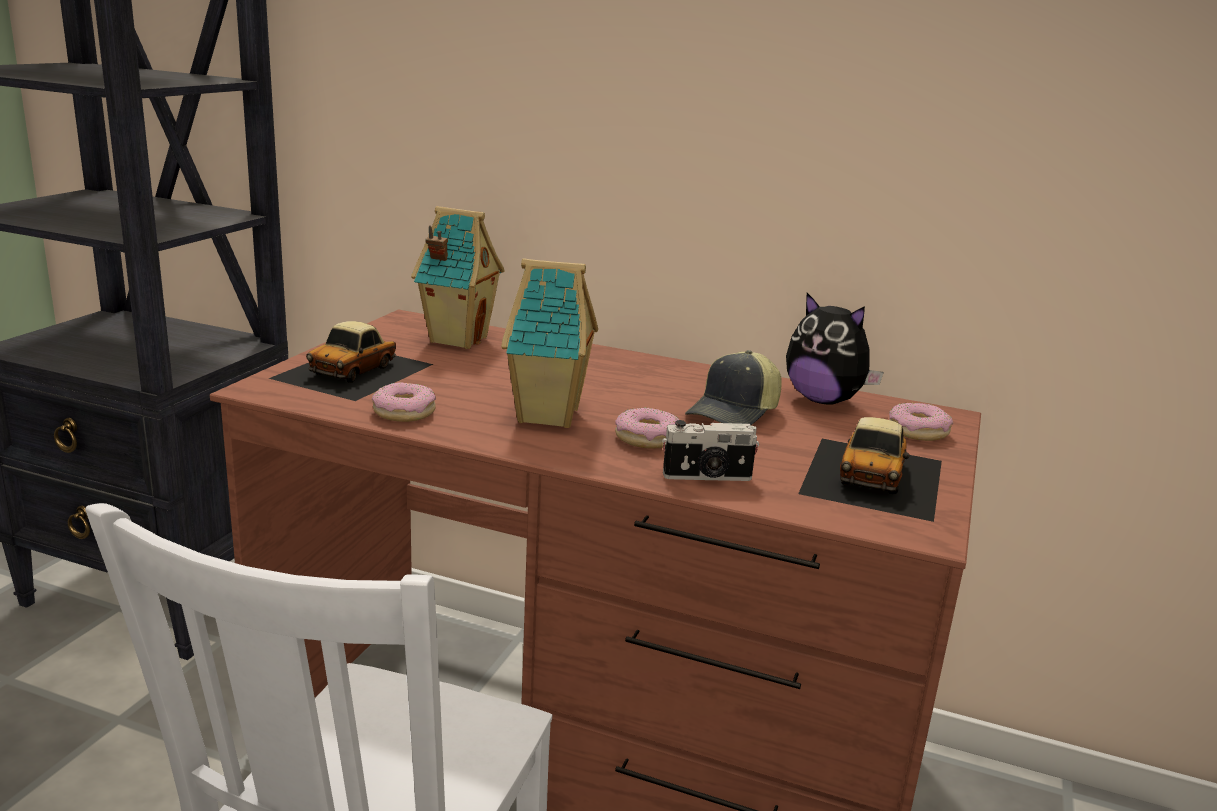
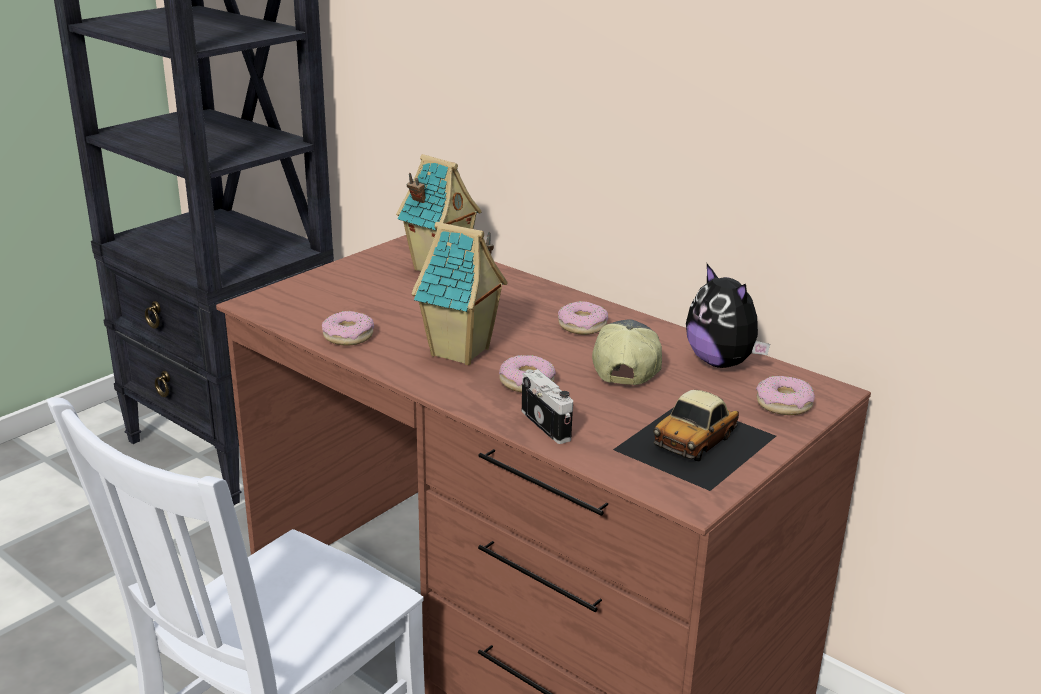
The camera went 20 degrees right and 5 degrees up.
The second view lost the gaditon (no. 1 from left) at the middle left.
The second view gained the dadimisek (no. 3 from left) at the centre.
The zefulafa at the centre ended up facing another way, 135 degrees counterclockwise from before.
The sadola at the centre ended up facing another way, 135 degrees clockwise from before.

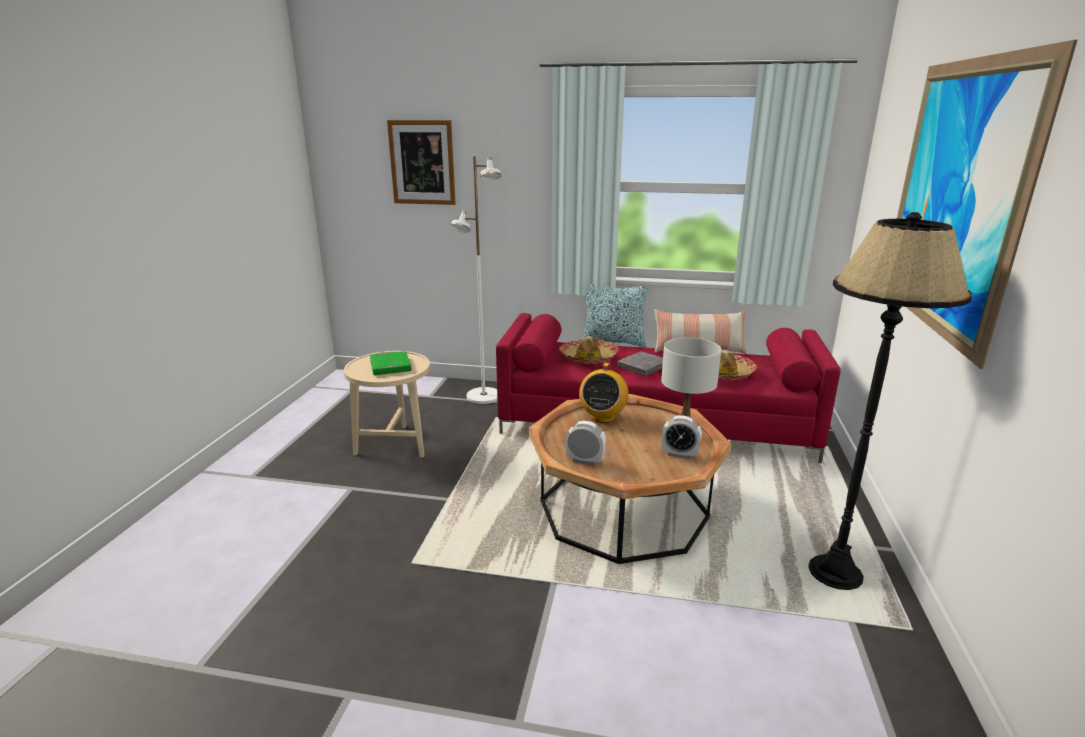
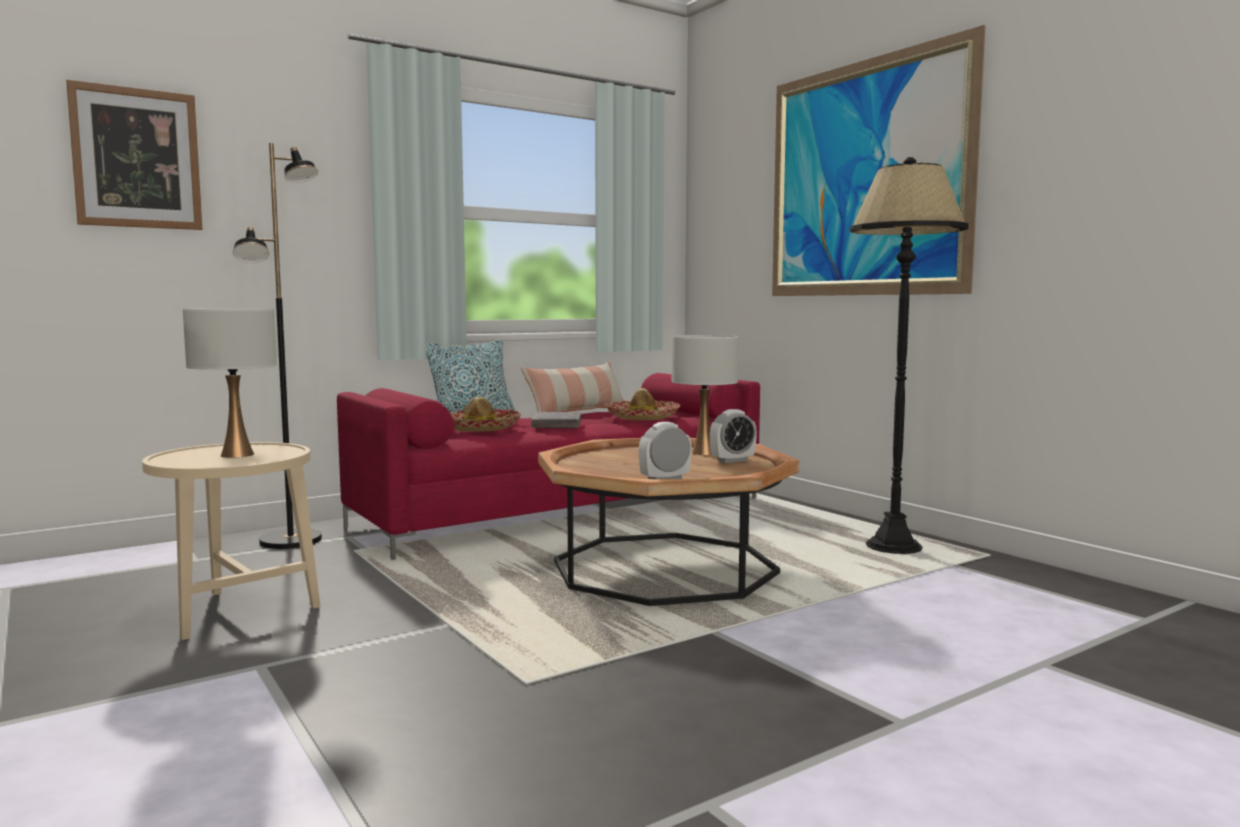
The camera went 45 degrees left and 15 degrees down.
The second view lost the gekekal at the centre.
Where the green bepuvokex stood at the centre, the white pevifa (no. 1 from left) came to stand at the middle left.
What was the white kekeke at the centre turned into the black kekeke (no. 1 from left) at the middle left.

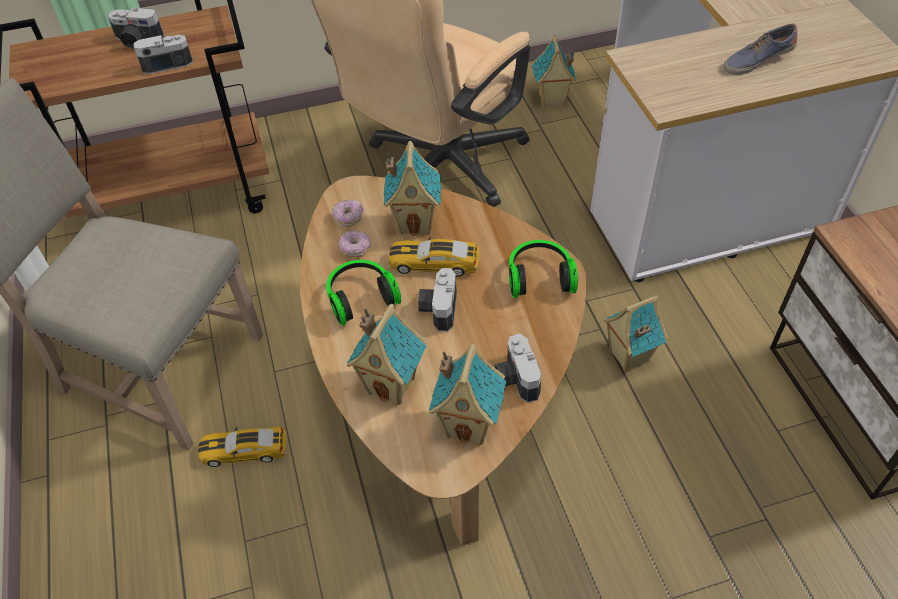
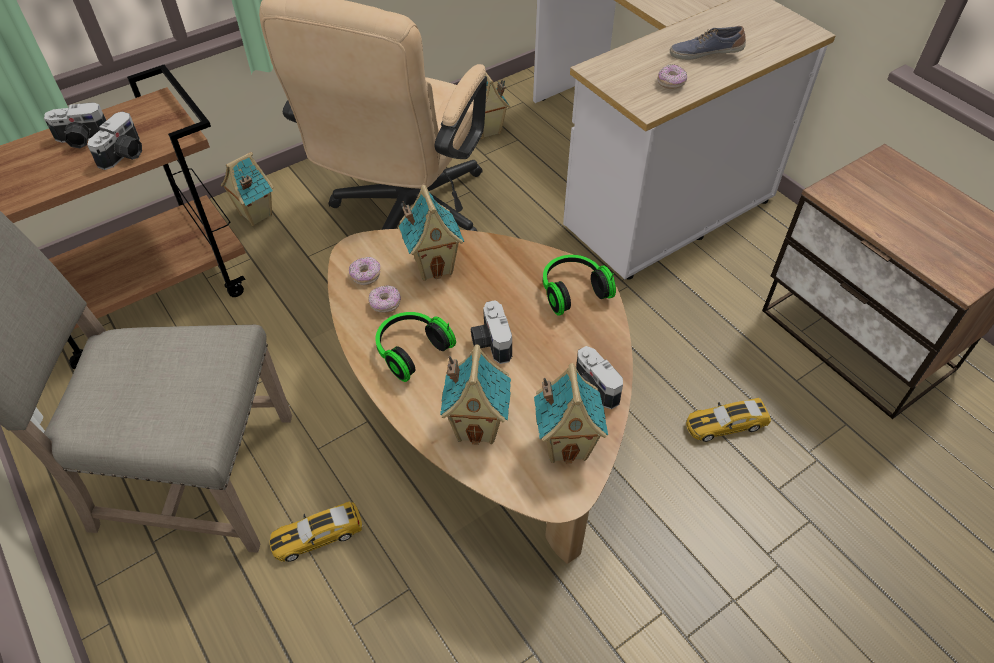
The camera went 20 degrees left and 0 degrees up.
The second view gained the dadimisek (no. 3 from left) at the top right.
The gaditon (no. 2 from left) ended up elsewhere, having gone from the centre to the middle right.
The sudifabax (no. 5 from left in the first image) ended up elsewhere, having gone from the middle right to the top left.
The zefulafa (no. 2 from left) at the top left ended up facing another way, 150 degrees clockwise from before.
The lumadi at the top right ended up facing another way, 45 degrees clockwise from before.

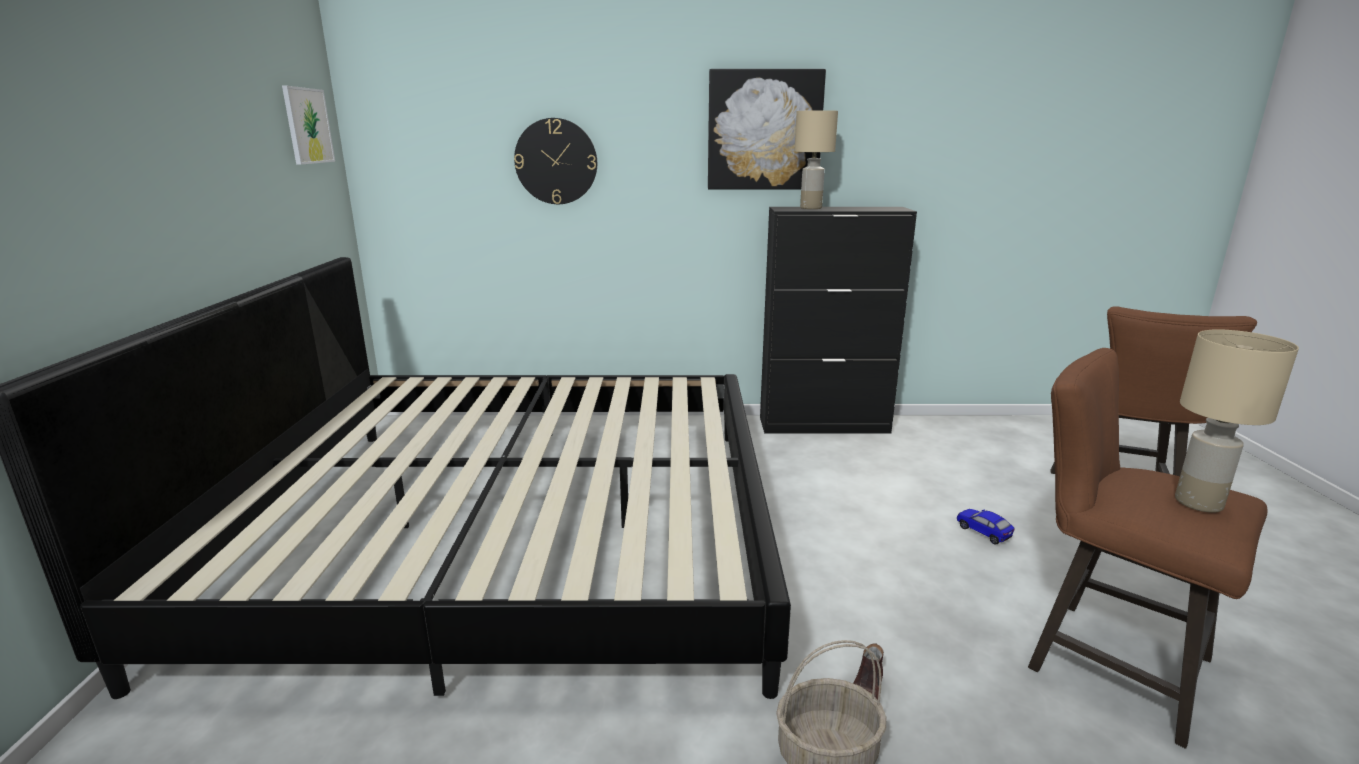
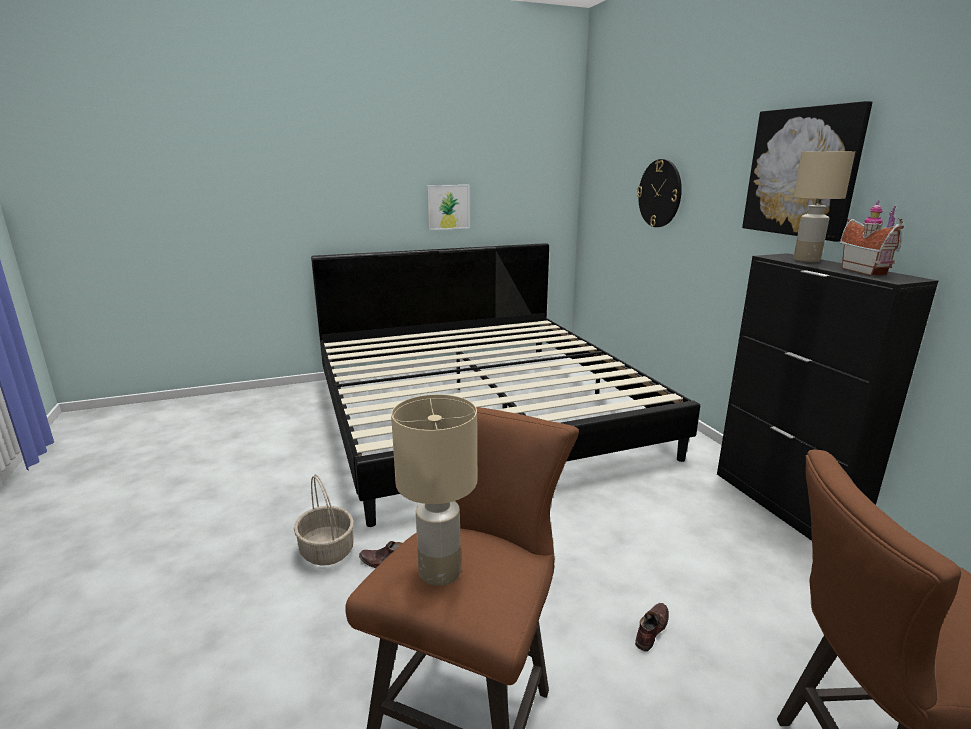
The camera went 70 degrees right and 0 degrees up.
The second view gained the sudifabax at the top right.
The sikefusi (no. 1 from left) ended up elsewhere, having gone from the top left to the top centre.
Where the gaditon stood at the bottom right, the brown lumadi (no. 2 from left) came to stand at the bottom right.

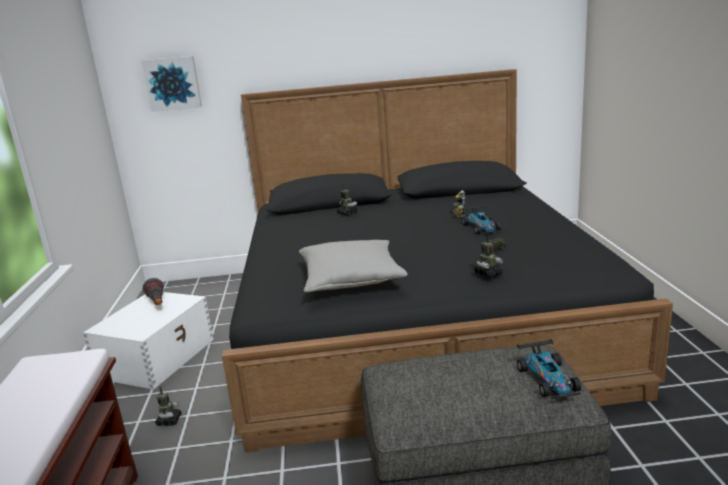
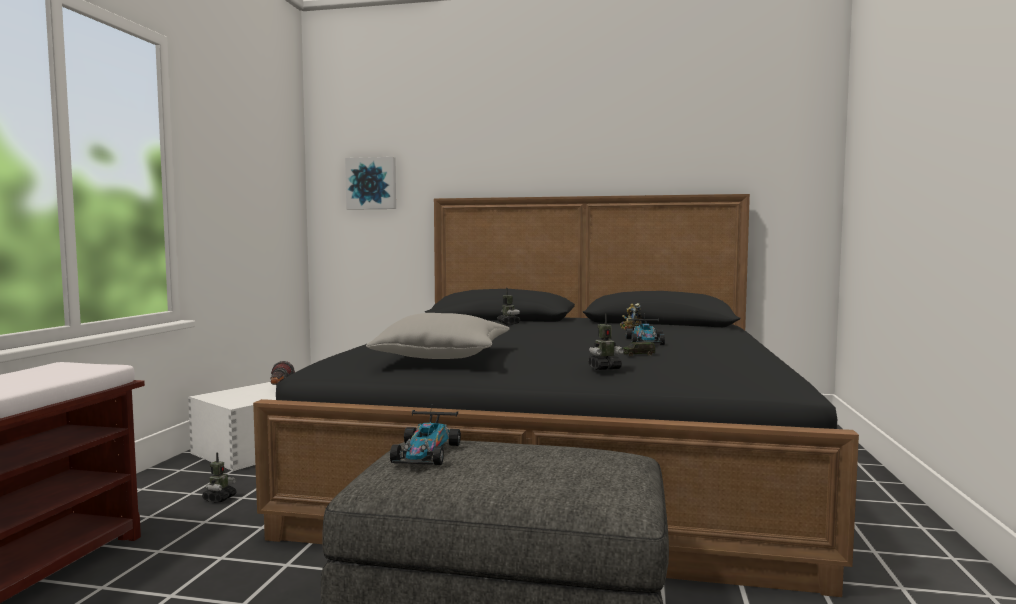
The camera went 15 degrees right and 15 degrees down.
The gaditon (no. 3 from left in the first image) ended up elsewhere, having gone from the bottom right to the bottom centre.

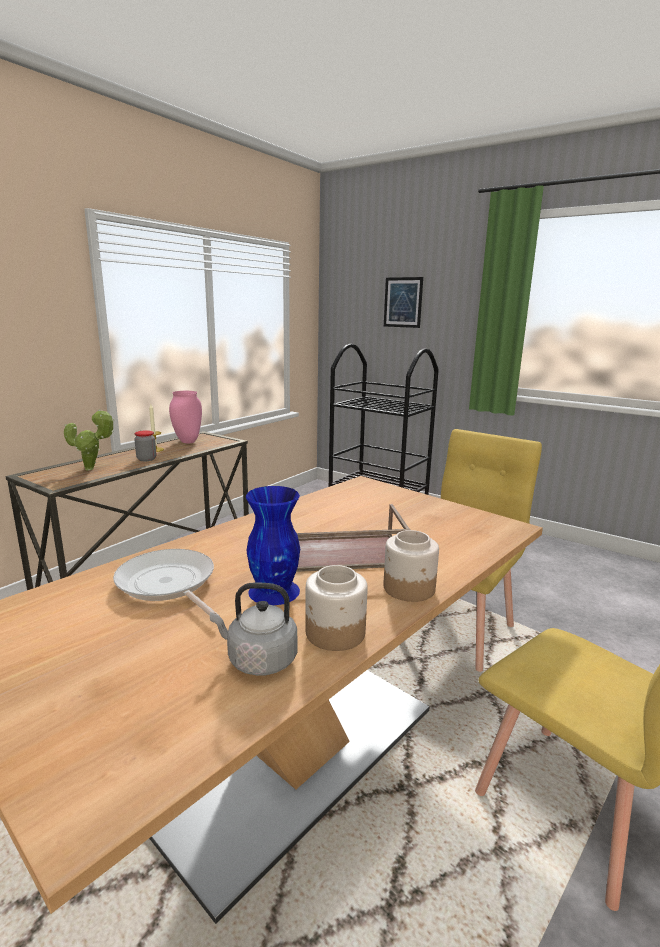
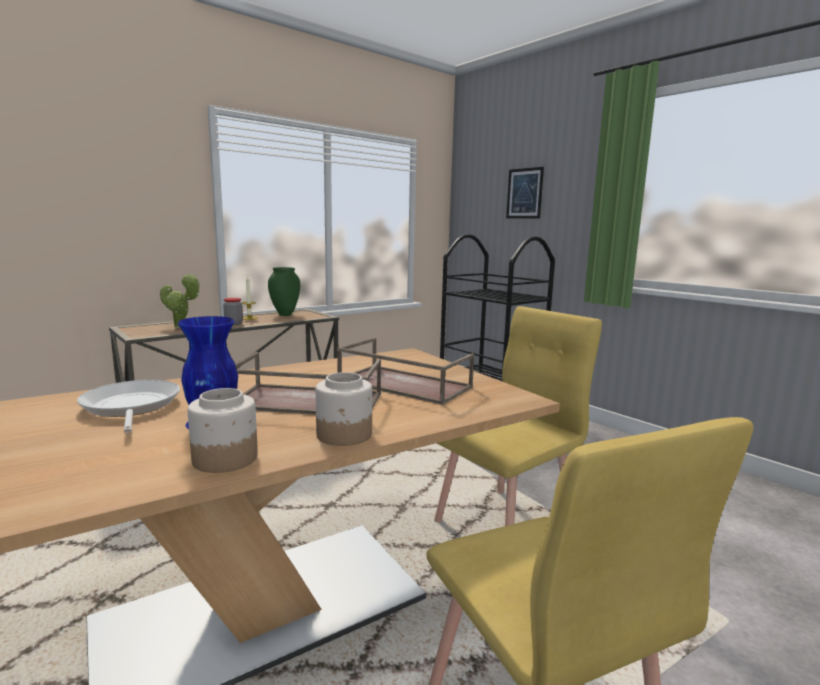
The camera went 15 degrees right and 5 degrees down.
The second view lost the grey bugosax at the centre.
The second view gained the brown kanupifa (no. 2 from left) at the centre.
What was the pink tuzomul at the middle left turned into the green tuzomul at the centre.

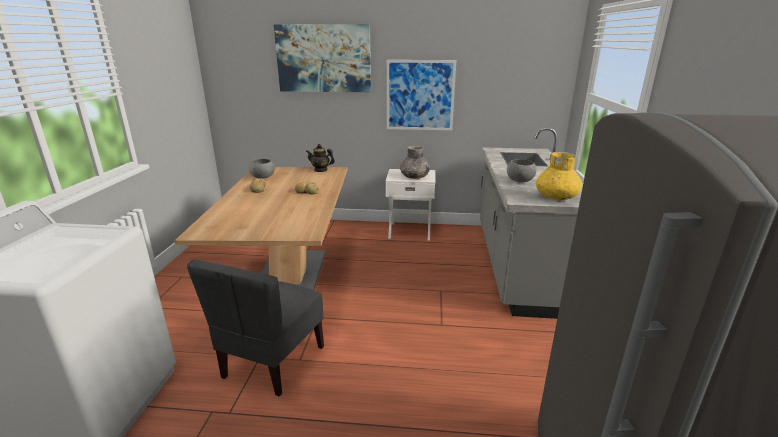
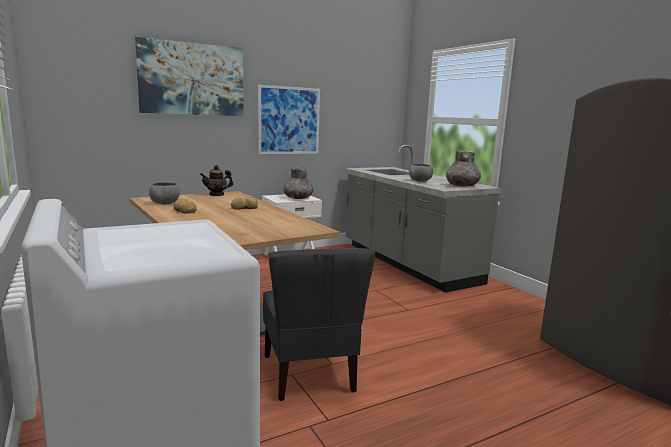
The camera went 35 degrees left and 10 degrees down.
What was the yellow tuzomul at the middle right turned into the grey tuzomul (no. 2 from left) at the middle right.

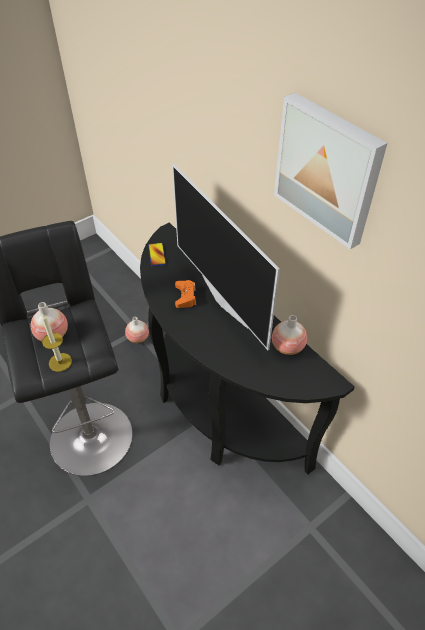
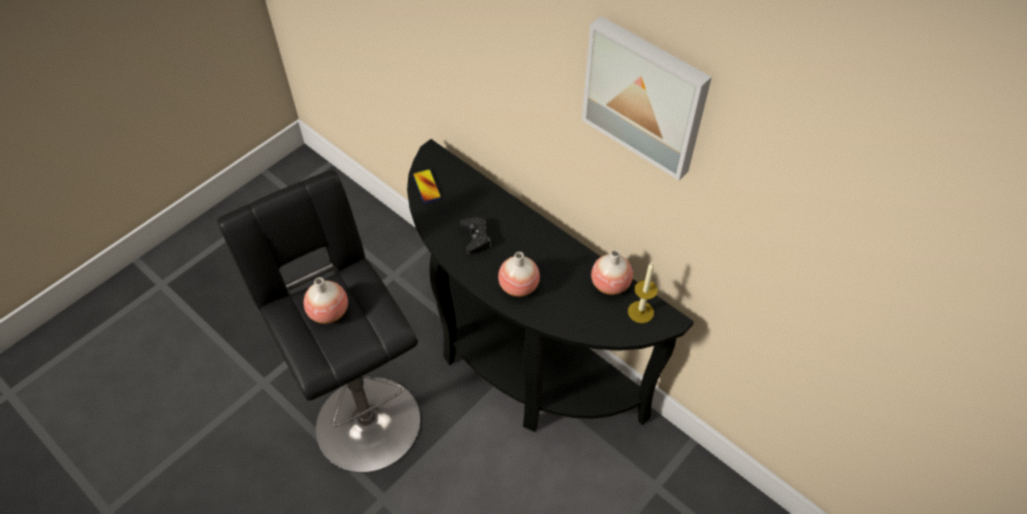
The camera went 10 degrees left and 5 degrees up.
The second view lost the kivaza at the centre.
The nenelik ended up elsewhere, having gone from the middle left to the centre.
The tuzomul (no. 2 from left) ended up elsewhere, having gone from the middle left to the centre.
What was the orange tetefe at the centre turned into the black tetefe at the centre.

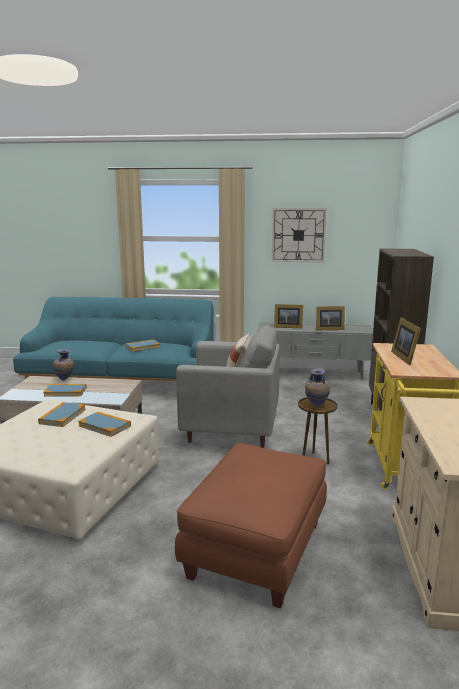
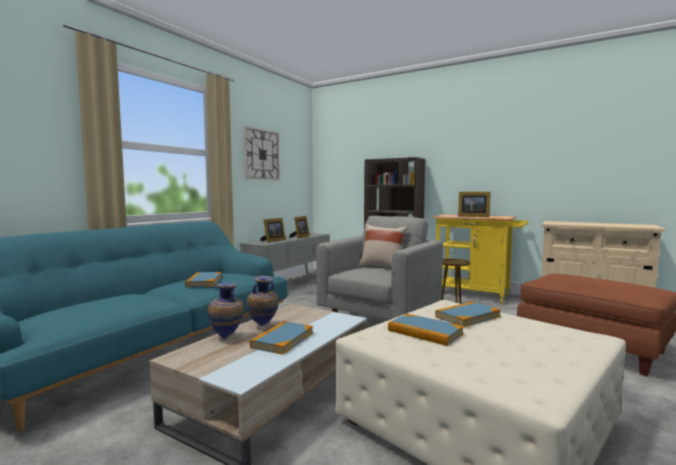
The camera went 65 degrees left and 10 degrees down.
The tuzomul (no. 2 from left) ended up elsewhere, having gone from the middle right to the centre.

